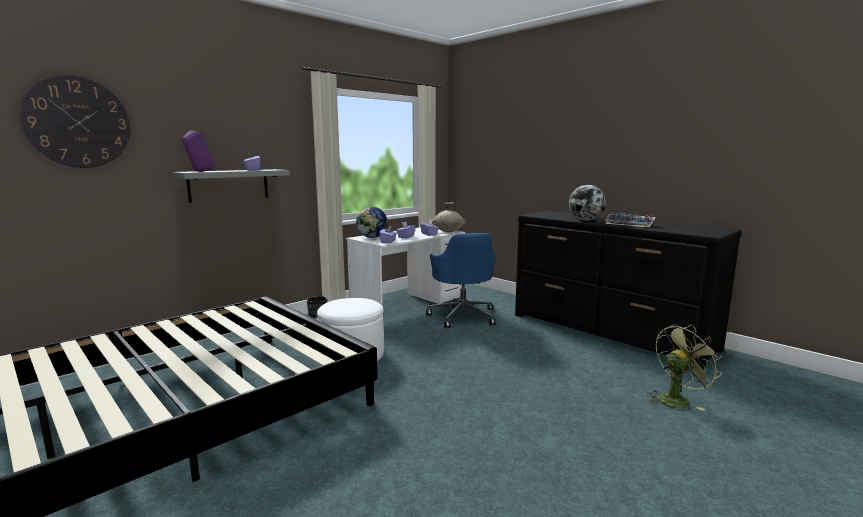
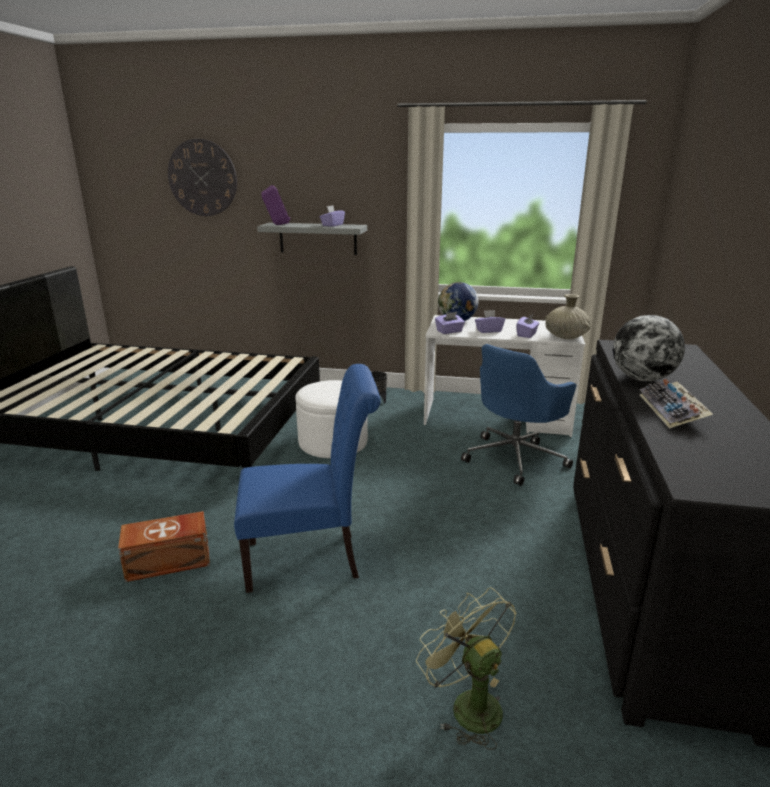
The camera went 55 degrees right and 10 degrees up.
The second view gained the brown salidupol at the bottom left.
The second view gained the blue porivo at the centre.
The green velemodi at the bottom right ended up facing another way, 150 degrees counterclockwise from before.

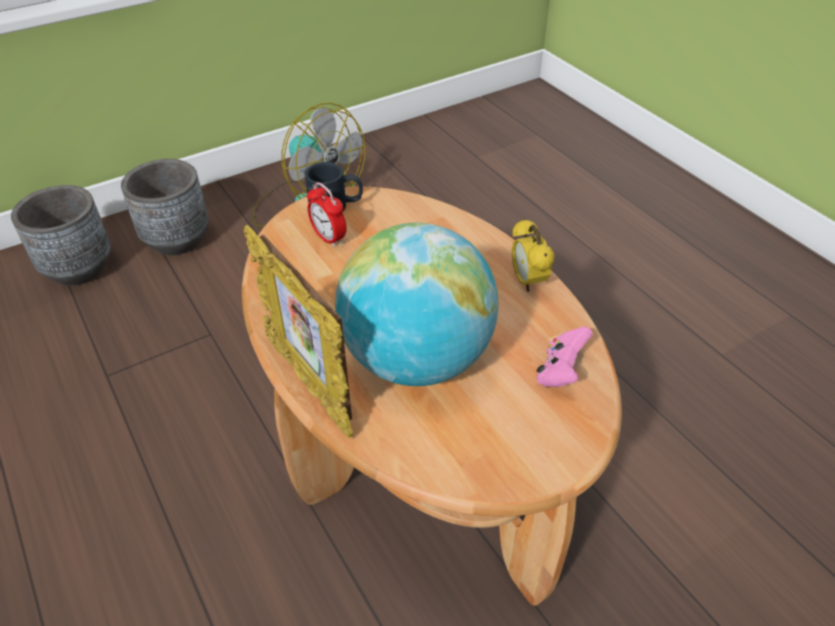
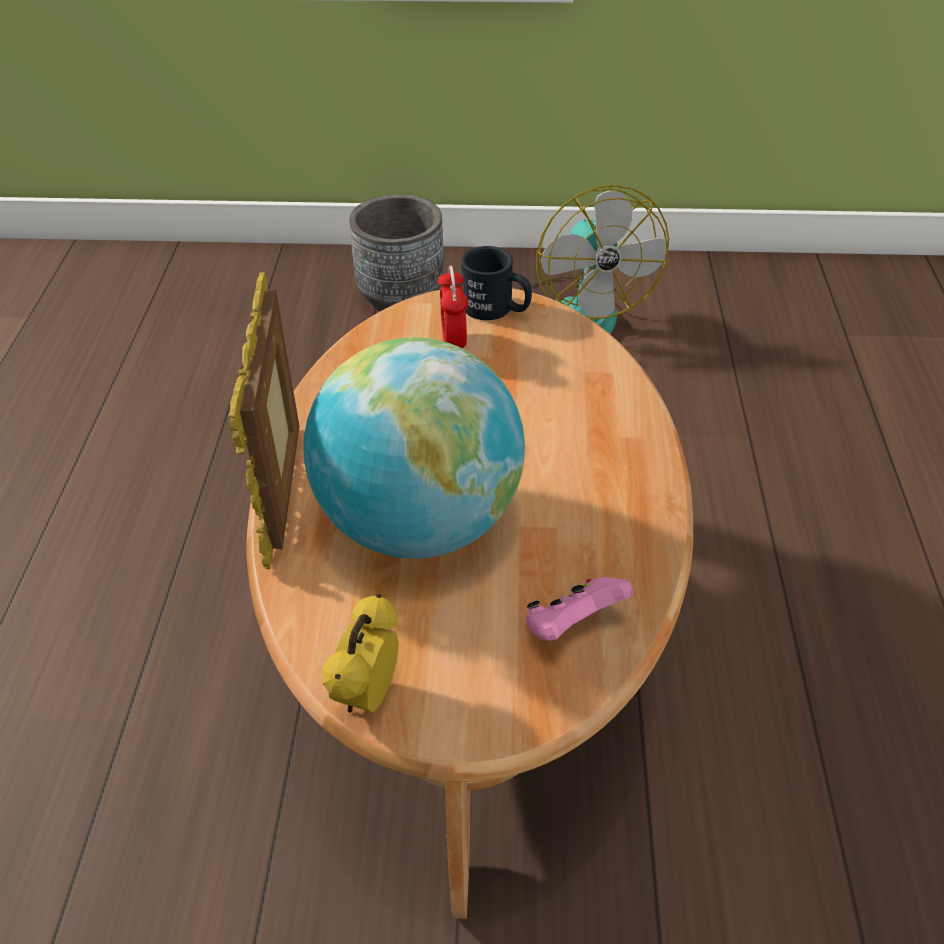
The camera went 35 degrees right and 0 degrees up.
The second view lost the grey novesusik (no. 1 from left) at the middle left.
The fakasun (no. 2 from left in the first image) ended up elsewhere, having gone from the centre to the bottom centre.

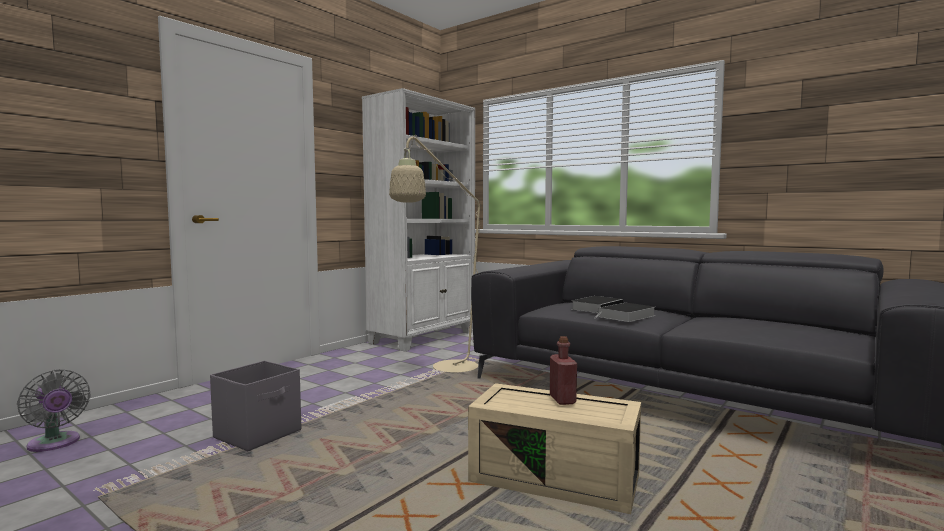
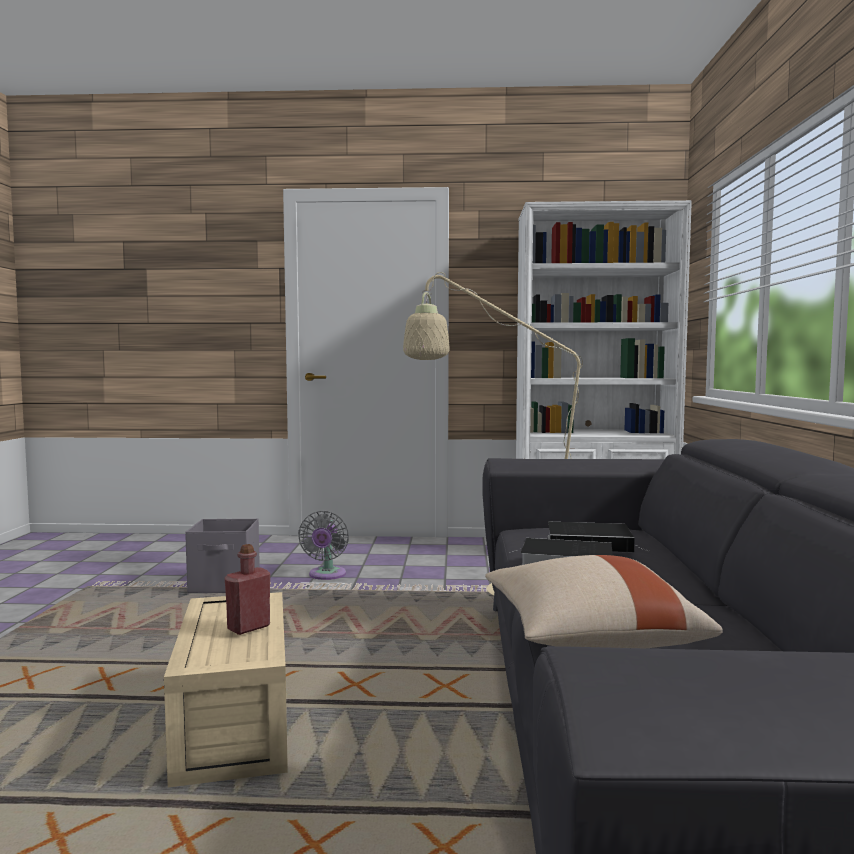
The camera went 55 degrees right and 0 degrees up.
The second view gained the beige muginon at the bottom right.
The grey velemodi ended up elsewhere, having gone from the bottom left to the centre.

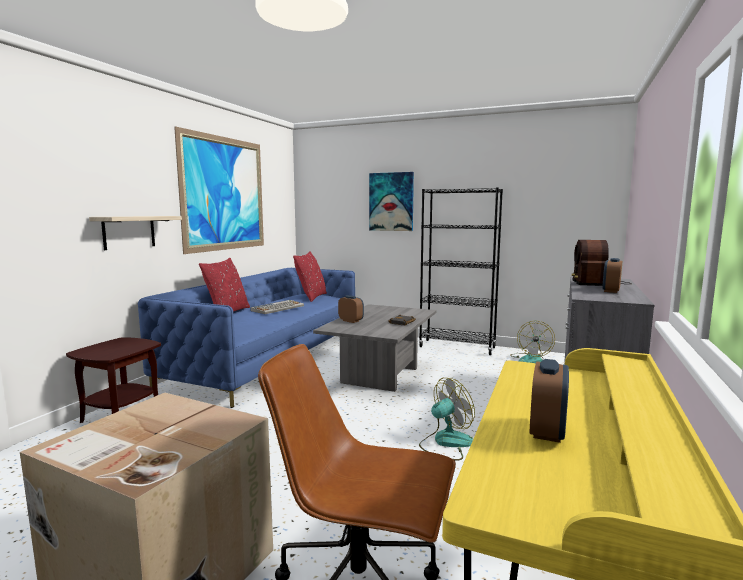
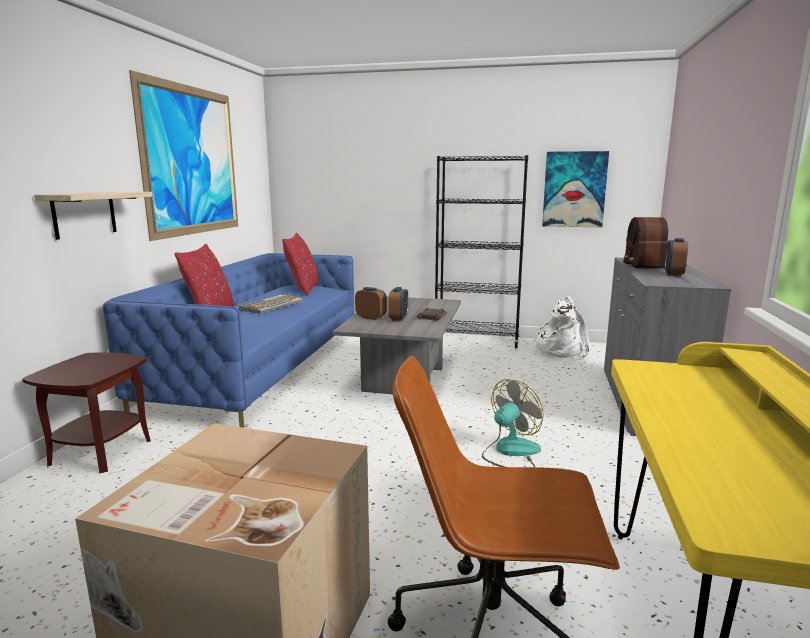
The camera went 10 degrees left and 5 degrees up.
The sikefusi (no. 2 from left) ended up elsewhere, having gone from the centre to the top right.
The fakasun (no. 2 from left) ended up elsewhere, having gone from the bottom right to the centre.
Where the velemodi (no. 2 from left) stood at the middle right, the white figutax came to stand at the middle right.

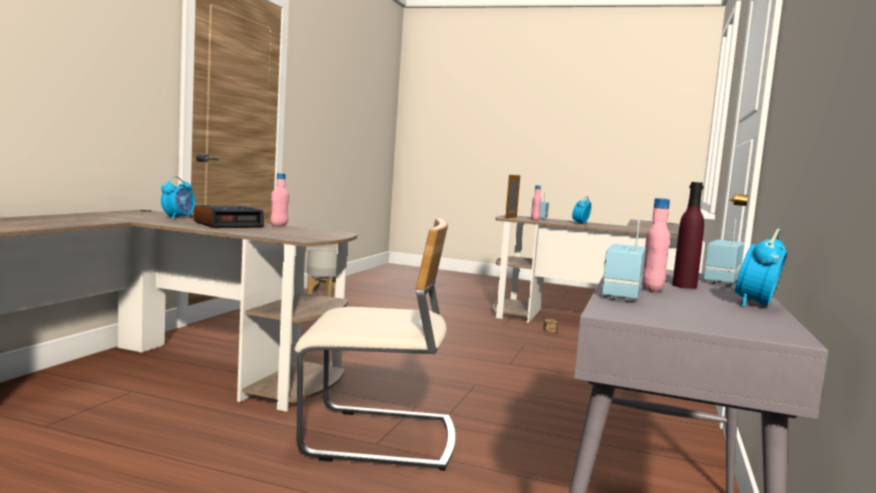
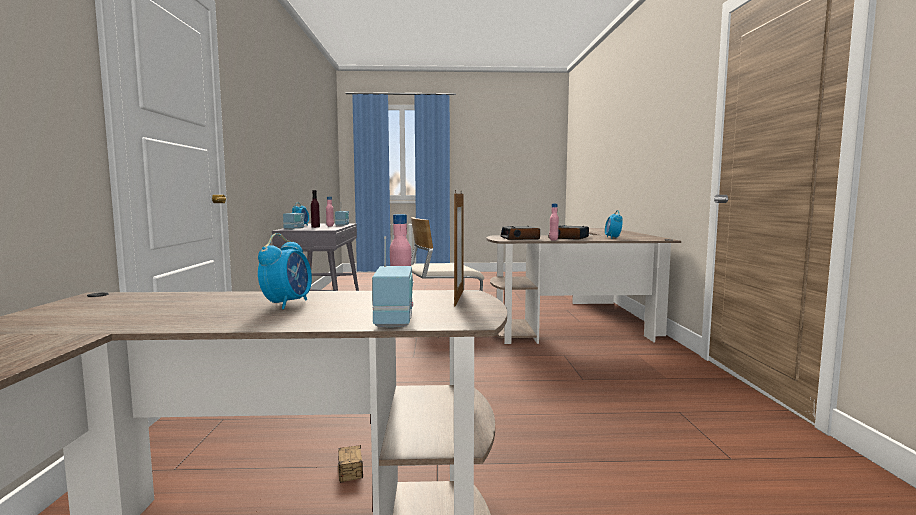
The camera went 160 degrees right and 0 degrees up.
The second view lost the grey novesusik at the centre.
The second view gained the fakasun (no. 3 from left) at the centre.

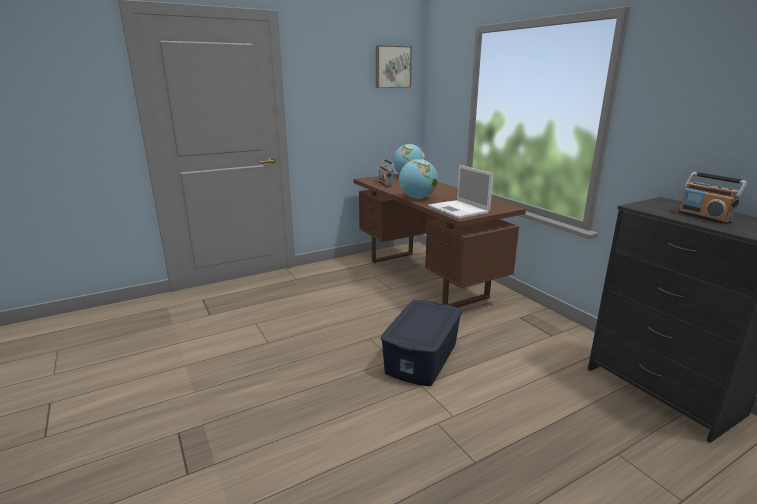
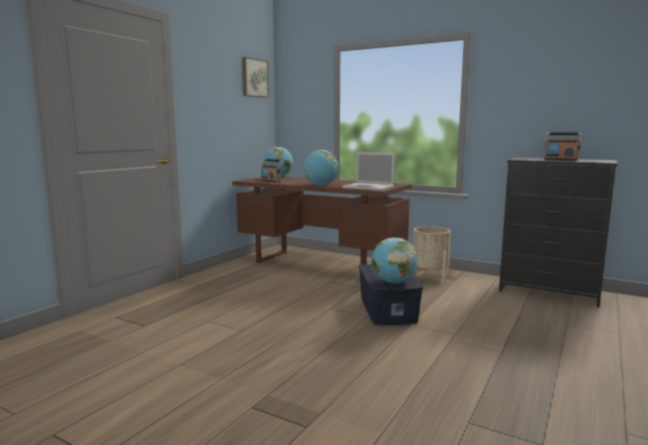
The camera went 30 degrees left and 10 degrees down.
The second view gained the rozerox (no. 3 from left) at the centre.
The second view gained the beige novesusik at the middle right.

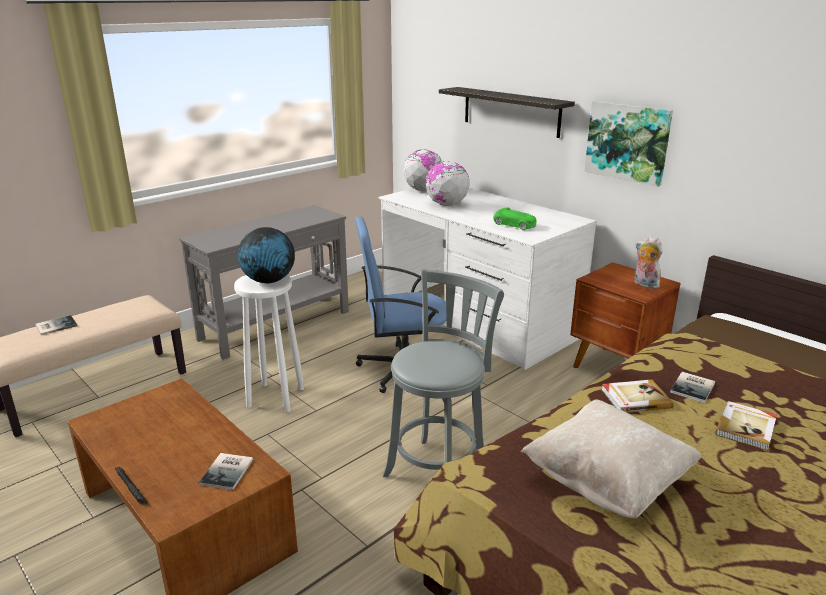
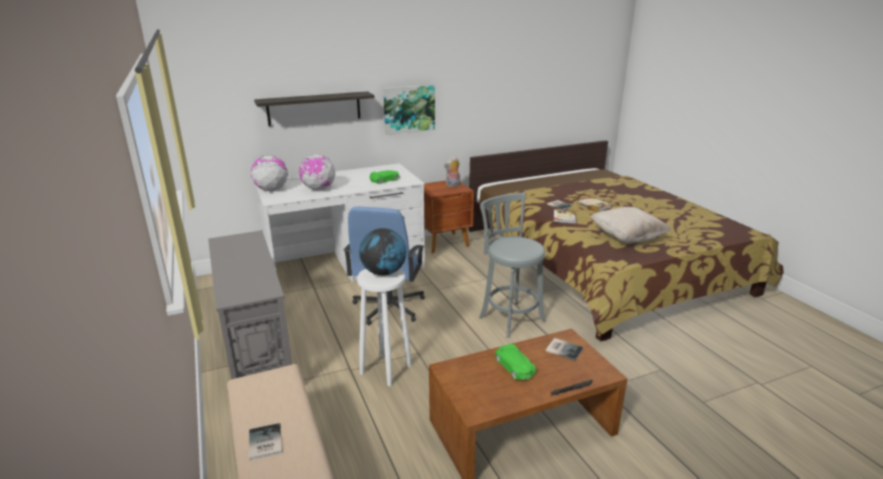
The camera went 70 degrees left and 0 degrees up.
The second view gained the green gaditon (no. 2 from left) at the bottom centre.

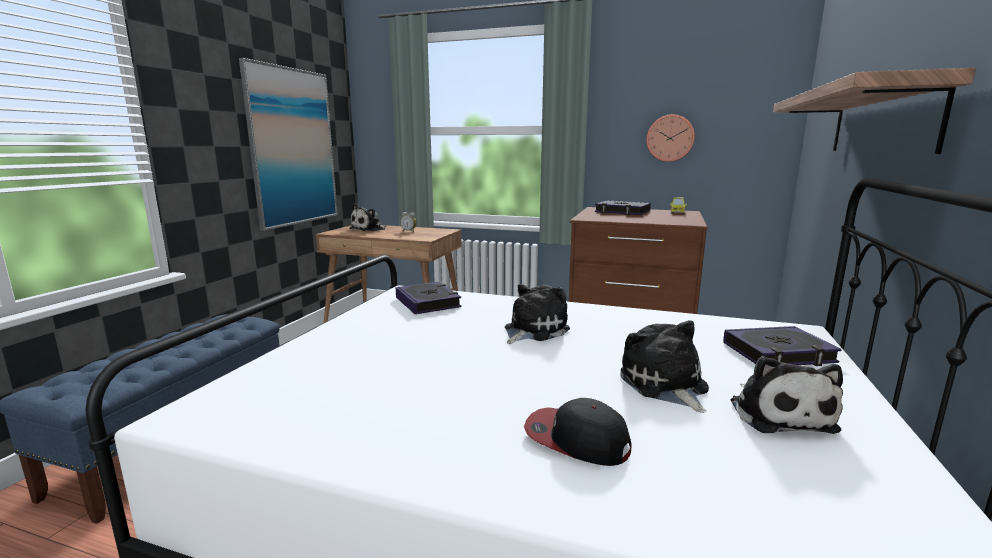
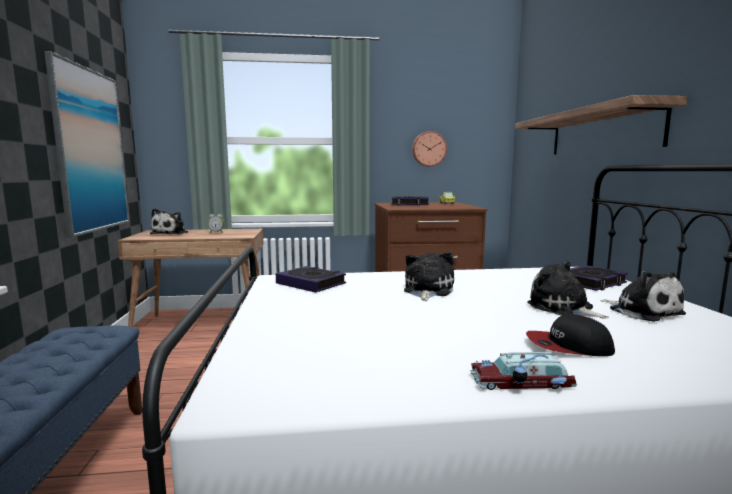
The camera went 25 degrees left and 5 degrees down.
The second view gained the gaditon at the bottom right.

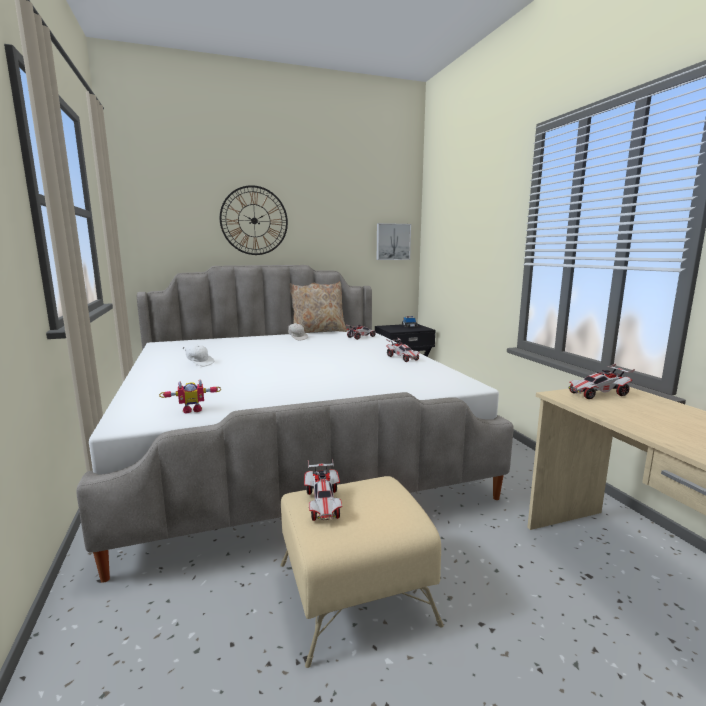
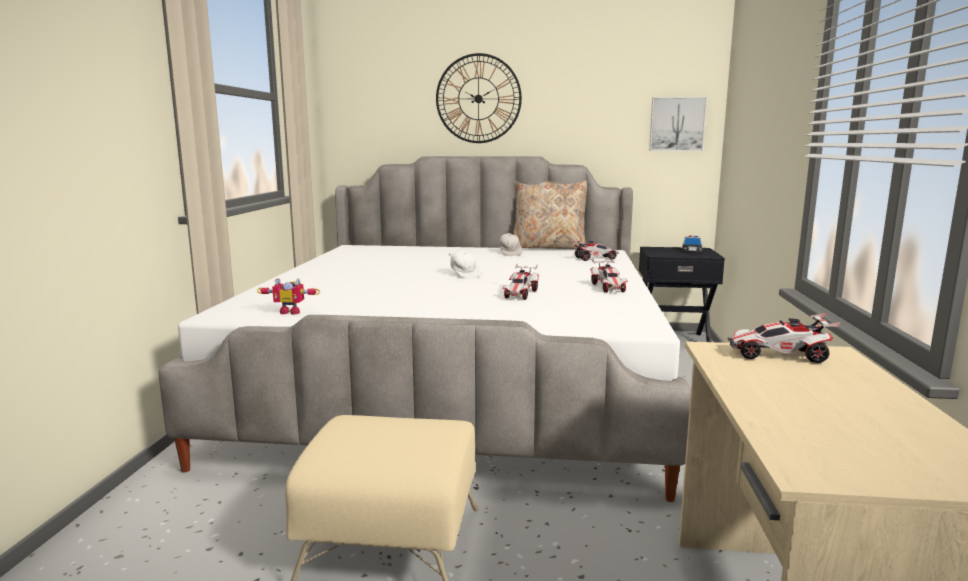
The camera went 25 degrees right and 0 degrees up.
The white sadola (no. 1 from left) ended up elsewhere, having gone from the middle left to the centre.
The gaditon (no. 1 from left) ended up elsewhere, having gone from the bottom centre to the centre.

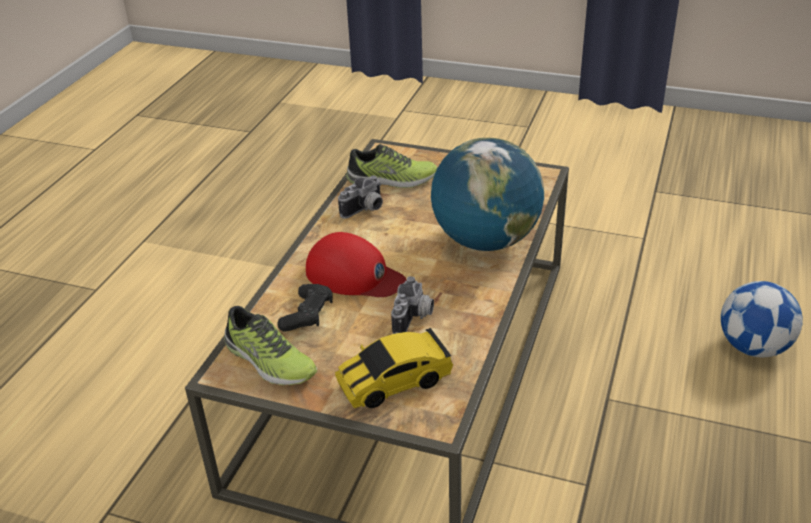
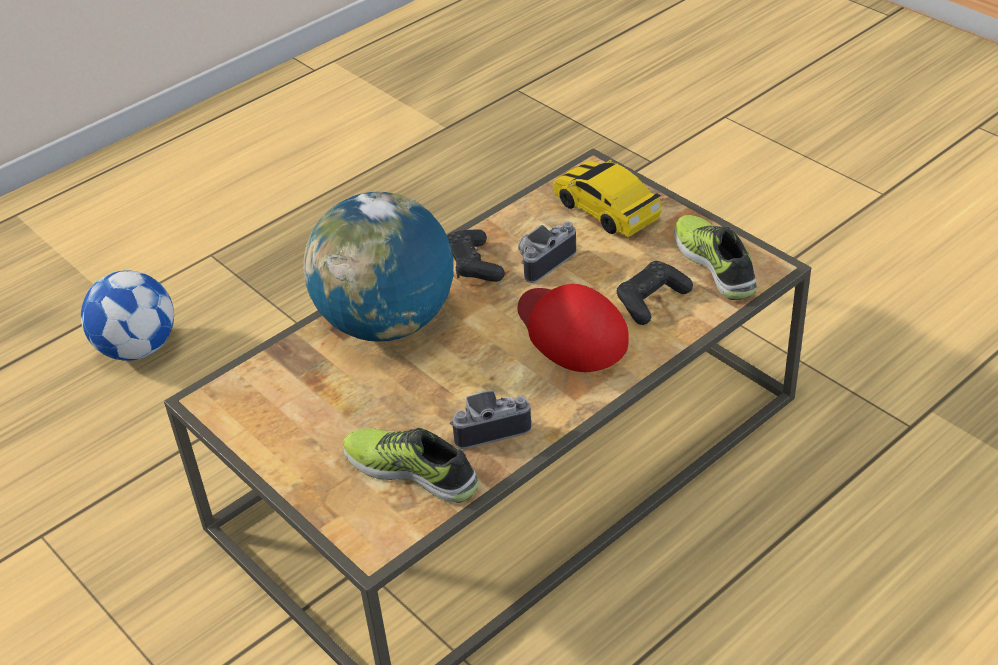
The camera went 150 degrees left and 5 degrees up.
The second view gained the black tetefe (no. 1 from left) at the centre.
The gaditon at the bottom centre ended up facing another way, 135 degrees counterclockwise from before.

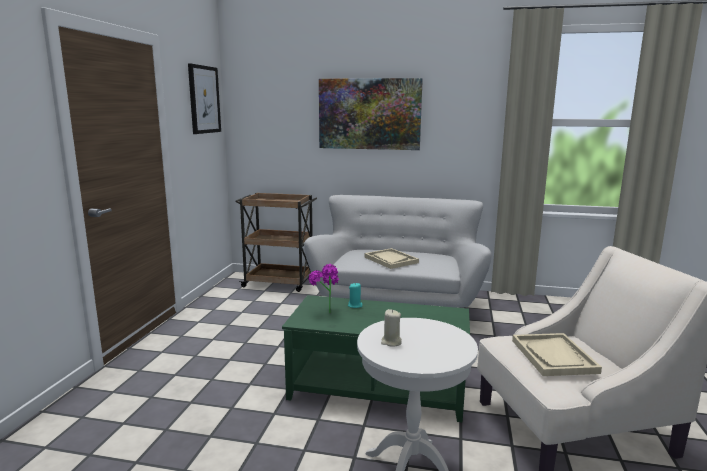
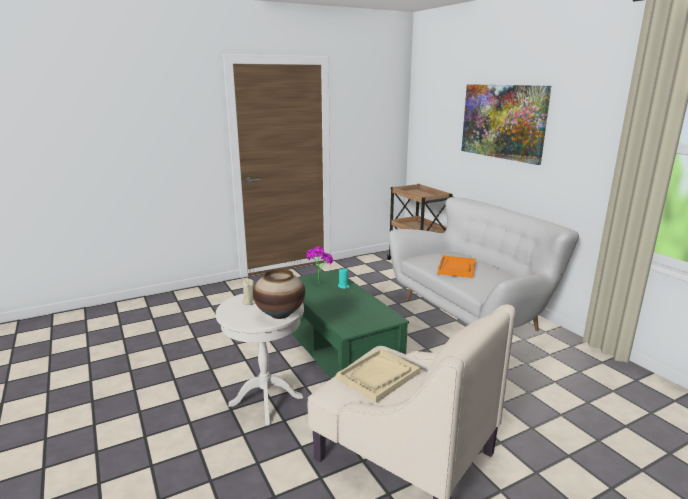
The camera went 50 degrees right and 5 degrees up.
The second view lost the sikefusi (no. 1 from left) at the top left.
The second view gained the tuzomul at the centre.
What was the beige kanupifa (no. 1 from left) at the centre turned into the orange kanupifa at the centre.

